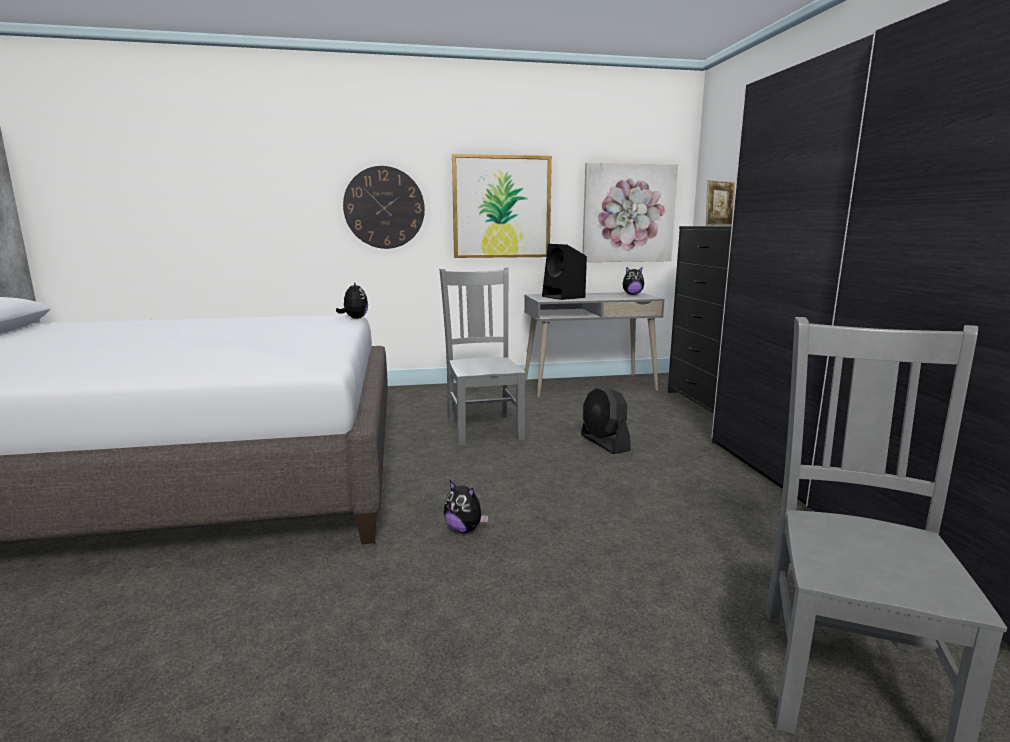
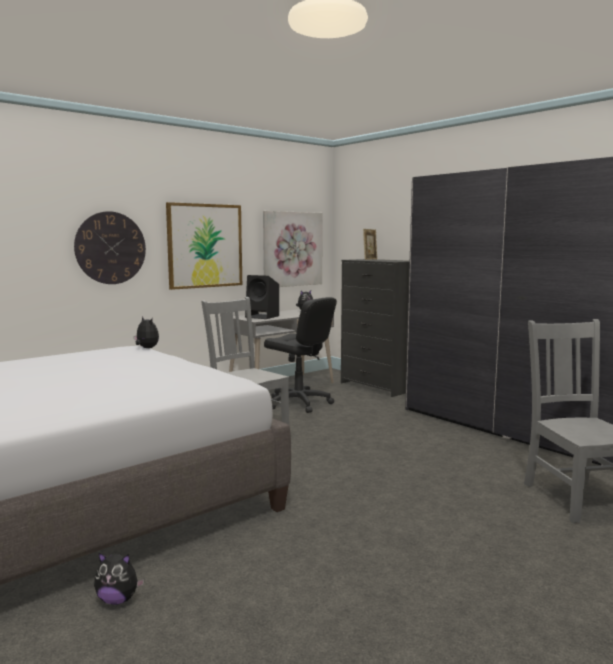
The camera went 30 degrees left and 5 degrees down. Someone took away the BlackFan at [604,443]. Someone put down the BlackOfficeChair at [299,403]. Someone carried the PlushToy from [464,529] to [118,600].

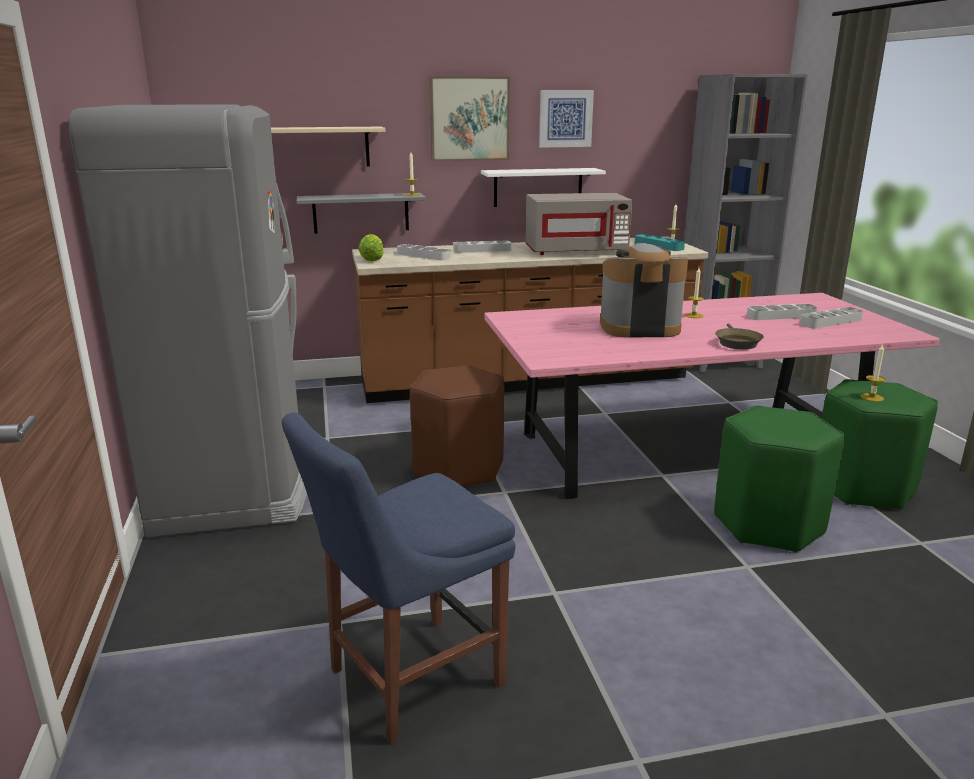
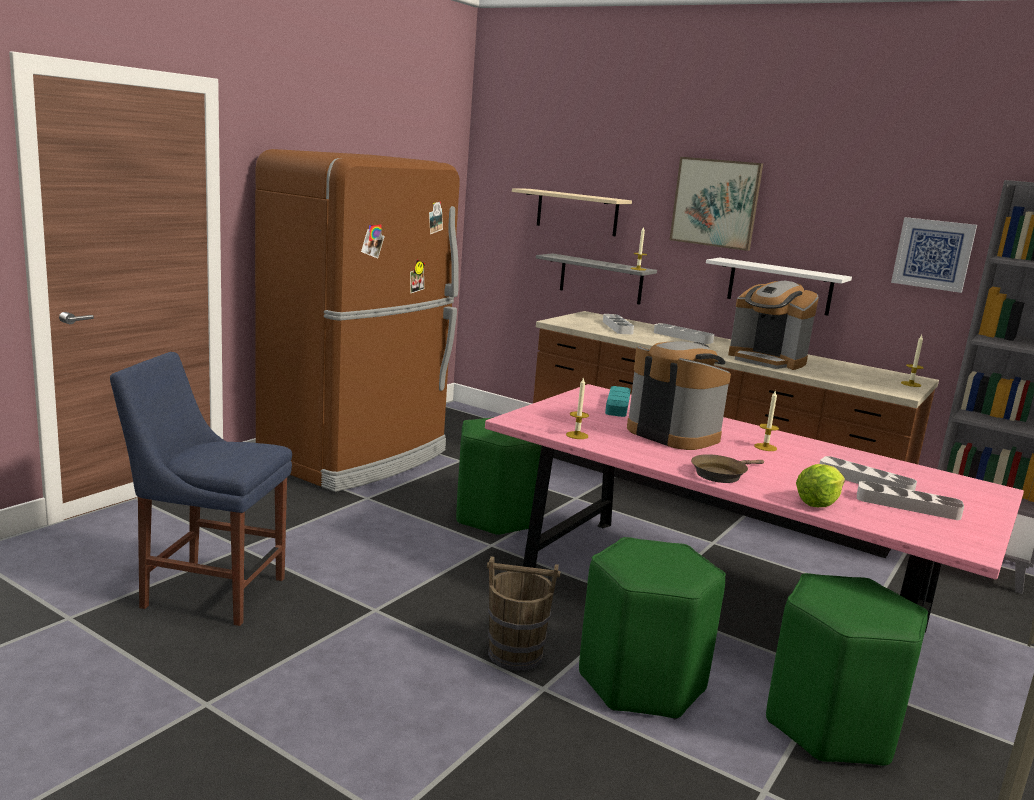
The camera went 45 degrees right and 5 degrees down. Someone put down the BrownBucket at [516,654]. Someone carried the Lettuce from [372,259] to [818,502]. Someone carried the Picture from [565,118] to [933,254]. Someone carried the TurquoiseTray from [658,246] to [617,405]. Someone carried the Candle from [872,397] to [577,435]. Someone swapped the GreyMicrowave at [576,251] for the CoffeeMachine at [767,360]. Someone repainted the GreyFridge at [236,480], which became the BrownFridge at [358,457]. Someone repainted the BrownStool at [458,468], which became the GreenStool at [497,517].

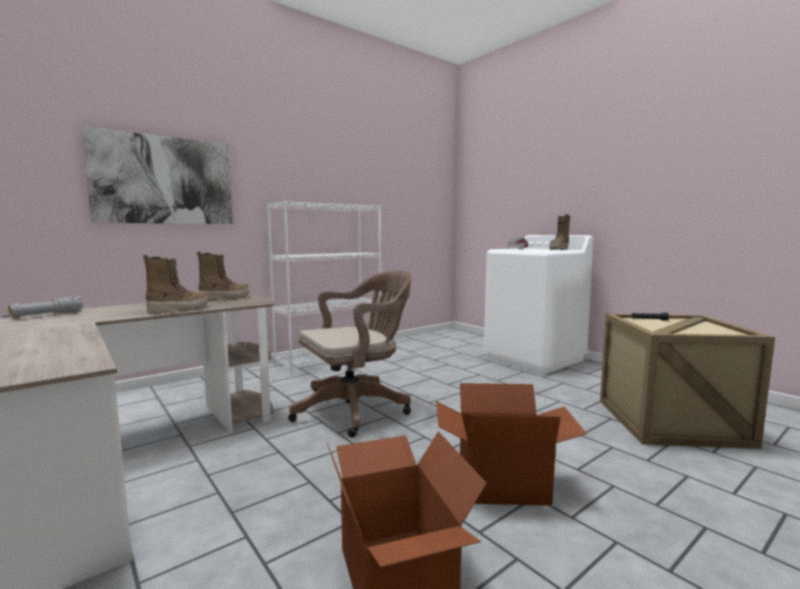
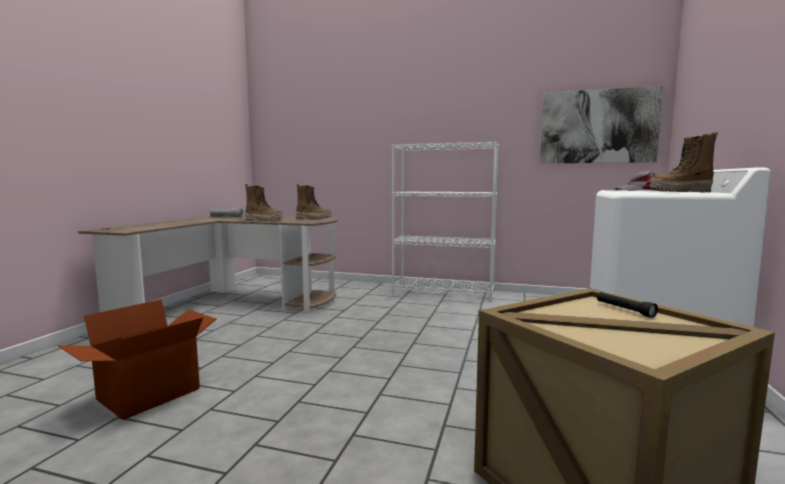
The camera went 55 degrees right and 0 degrees up. Someone took away the BrownOfficeChair at [356,409]. Someone took away the CardboardBox at [502,483]. Someone carried the Picture from [164,180] to [598,126].

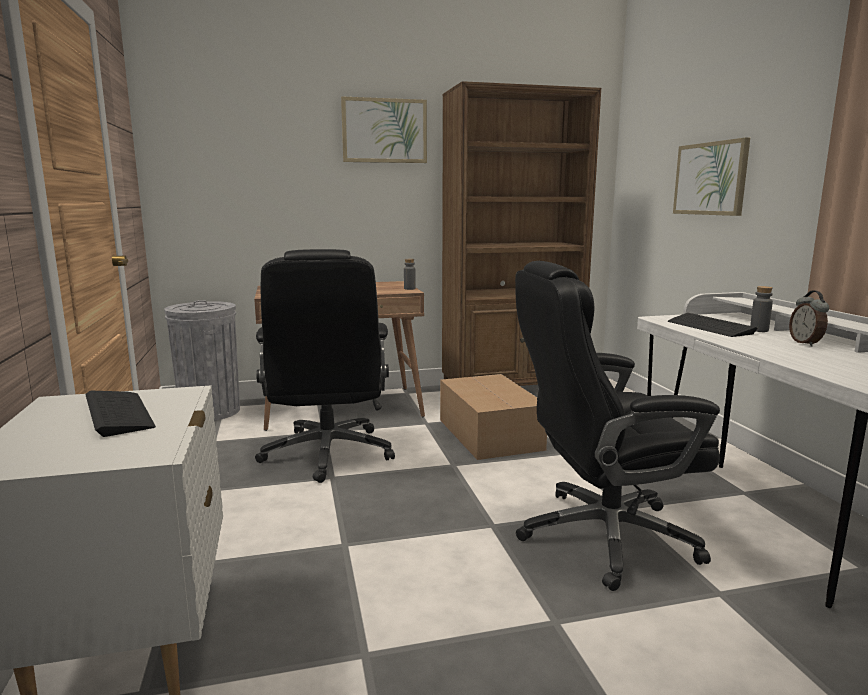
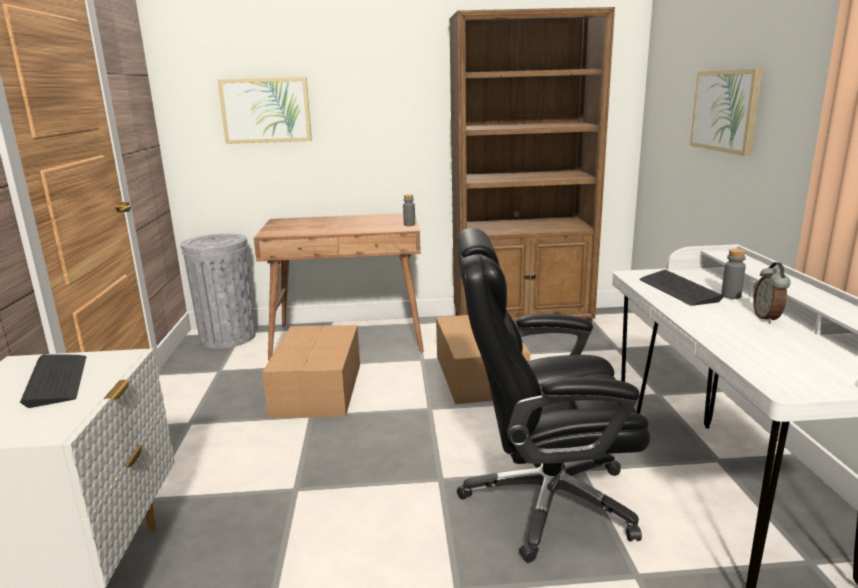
The camera went 10 degrees right and 5 degrees up. Someone carried the Picture from [384,131] to [266,110]. Someone swapped the BlackOfficeChair at [328,454] for the CardboardBox at [316,390].

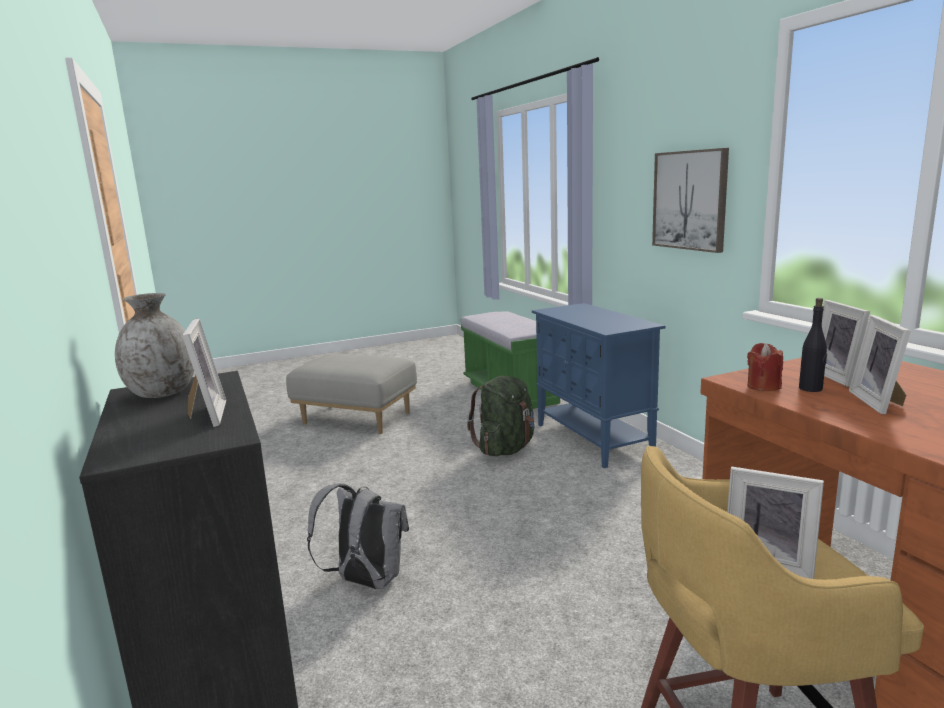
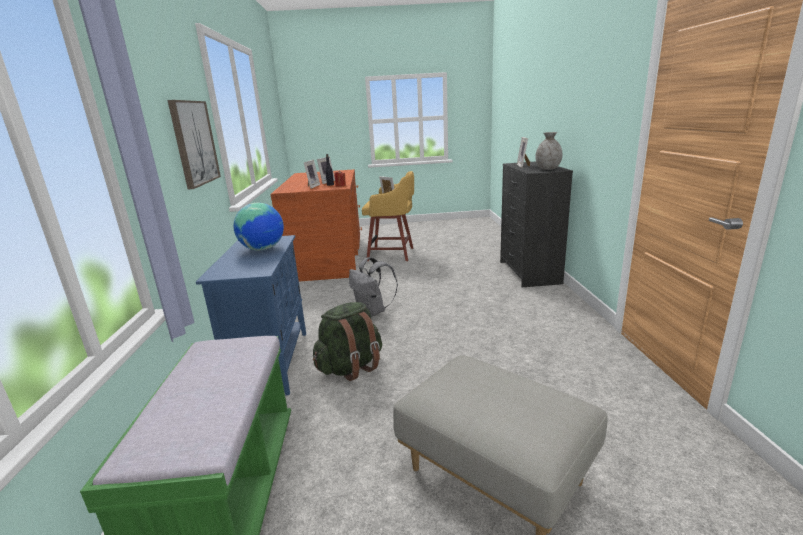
The camera went 160 degrees left and 5 degrees up. Someone put down the Globe at [263,249]. Someone carried the GreyBackpack from [365,581] to [373,312].

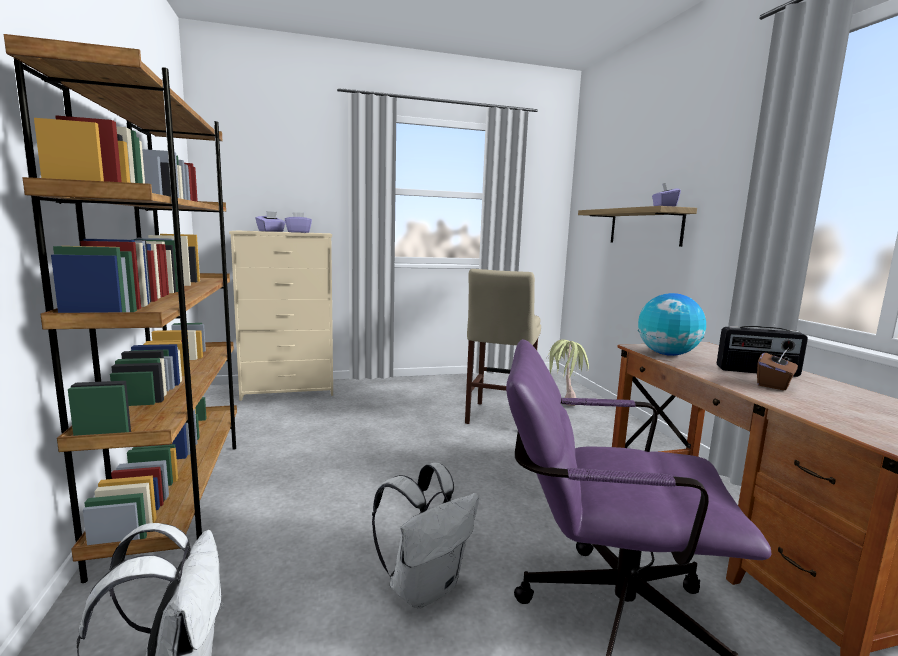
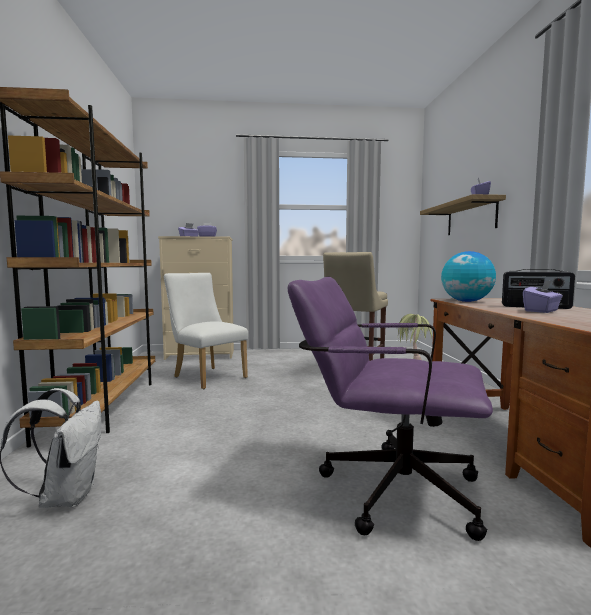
The camera went 10 degrees right and 5 degrees down. Someone took away the WhiteBackpack at [424,586]. Someone put down the WhiteChair at [206,376]. Someone repainted the BrownTissueBox at [774,384], which became the PurpleTissueBox at [542,311].

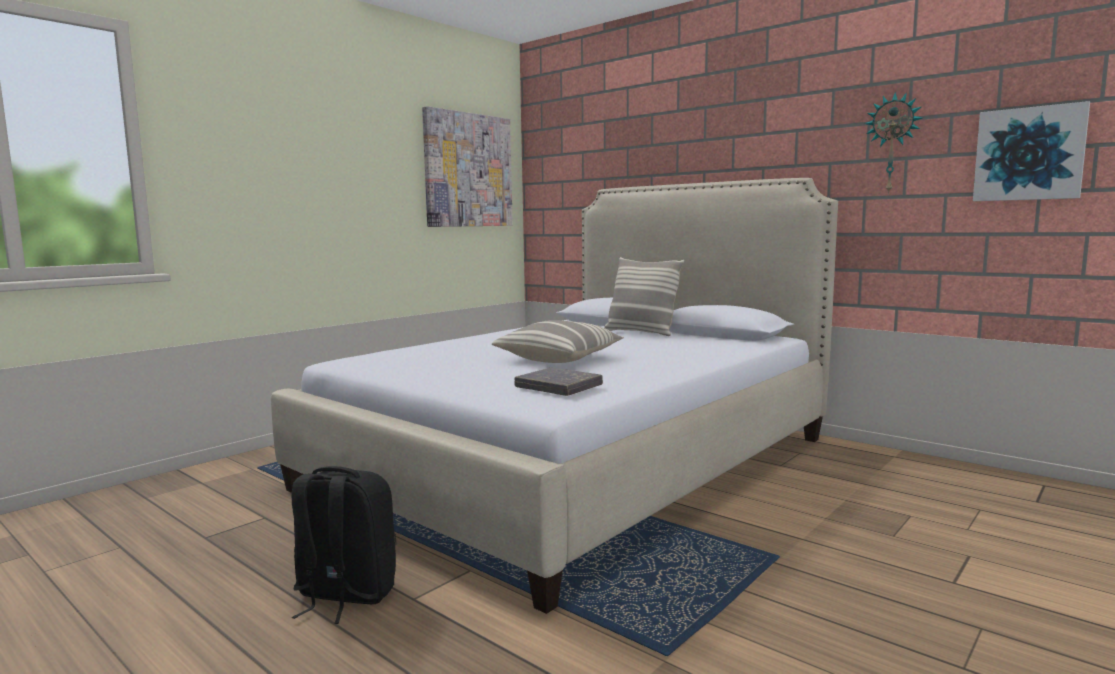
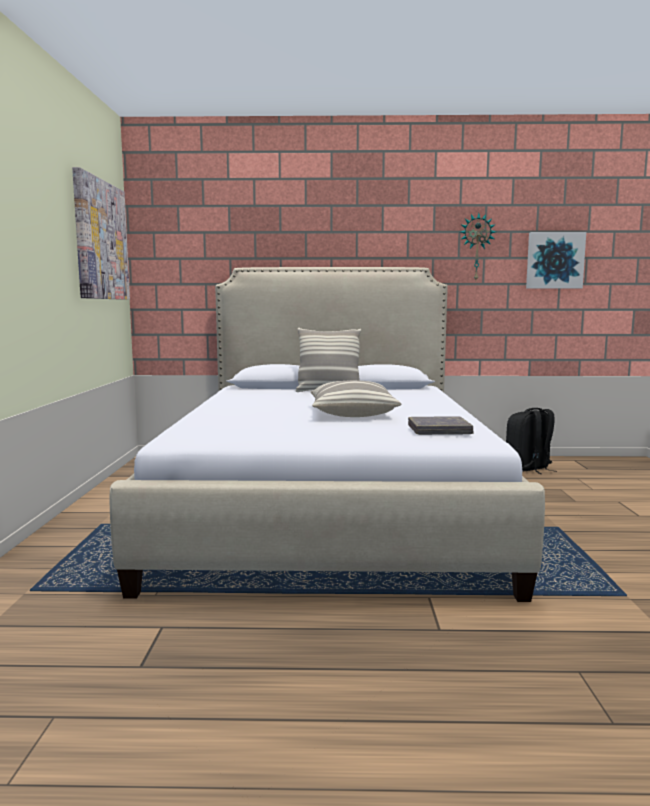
The camera went 40 degrees left and 0 degrees up. Someone carried the BlackBackpack from [344,595] to [528,469].

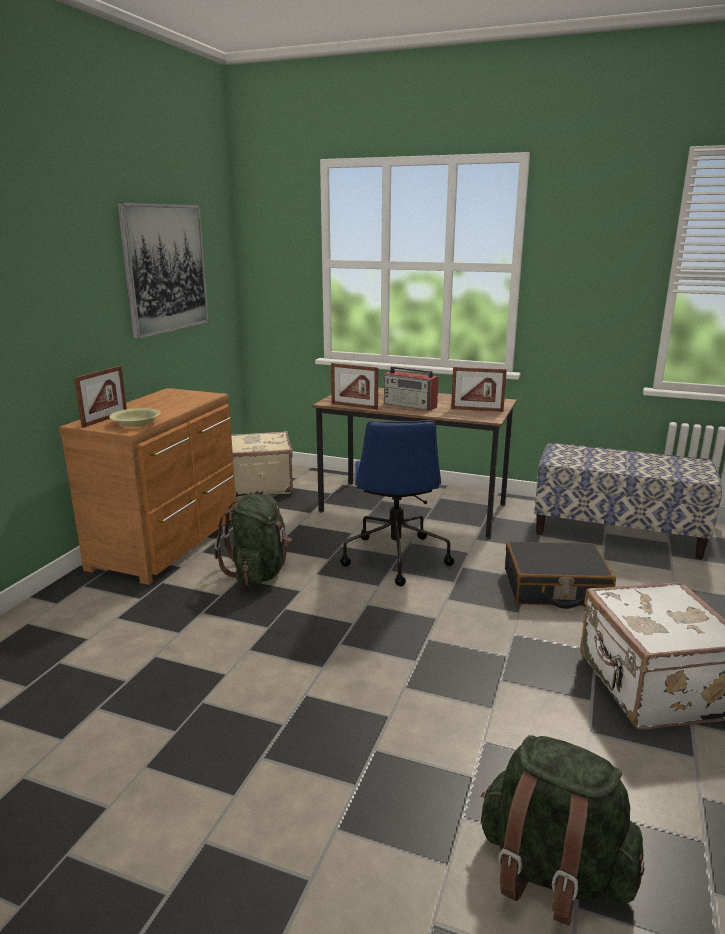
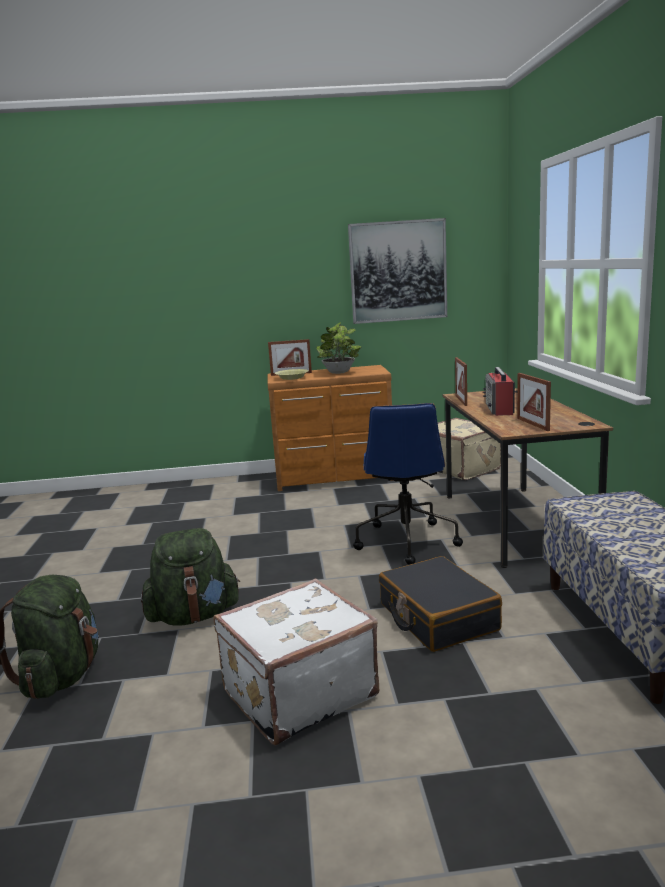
The camera went 65 degrees right and 5 degrees down. Someone put down the PottedPlant at [339,373]. Someone carried the GreenBackpack from [259,573] to [194,616]. Someone rotated the BlueOfficeChair at [395,557] by 60 degrees counterclockwise.

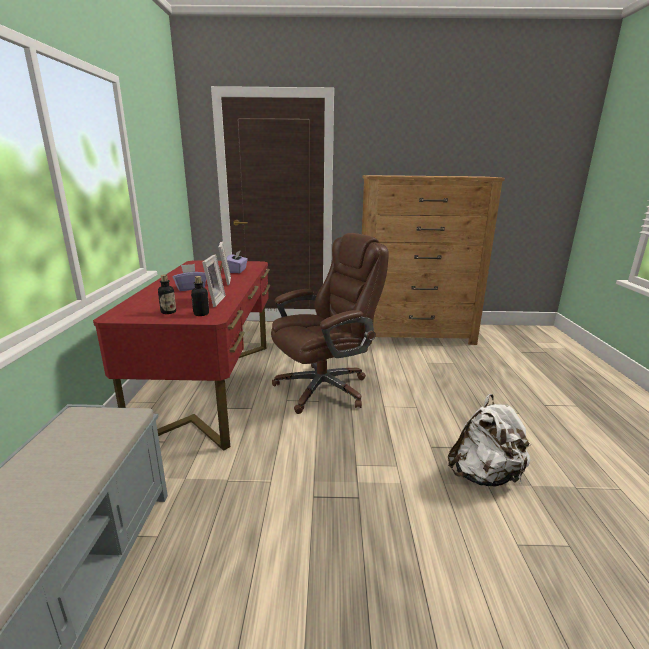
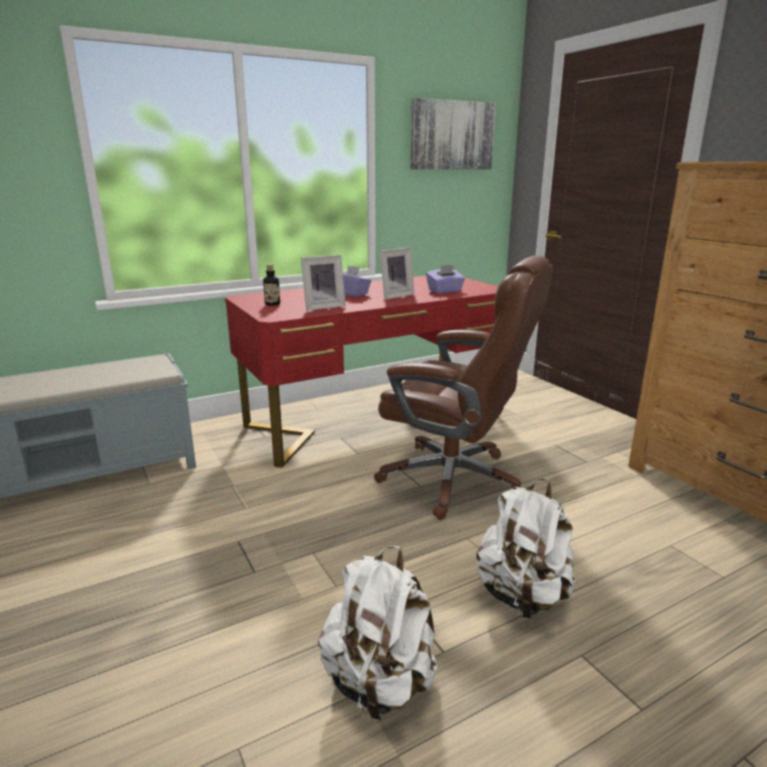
The camera went 60 degrees right and 0 degrees up. Someone took away the Bottle at [201,314]. Someone put up the Picture at [452,135]. Someone put down the WhiteBackpack at [523,596].

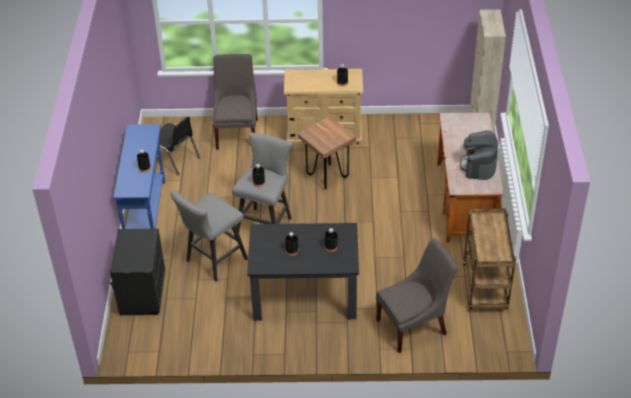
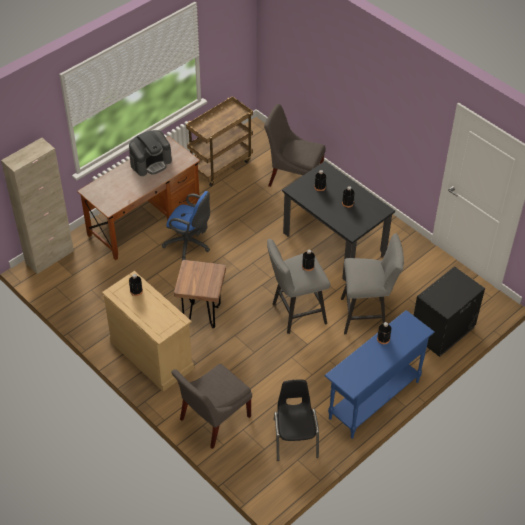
The camera went 135 degrees left and 5 degrees up. Someone put down the BlueOfficeChair at [189,244].

